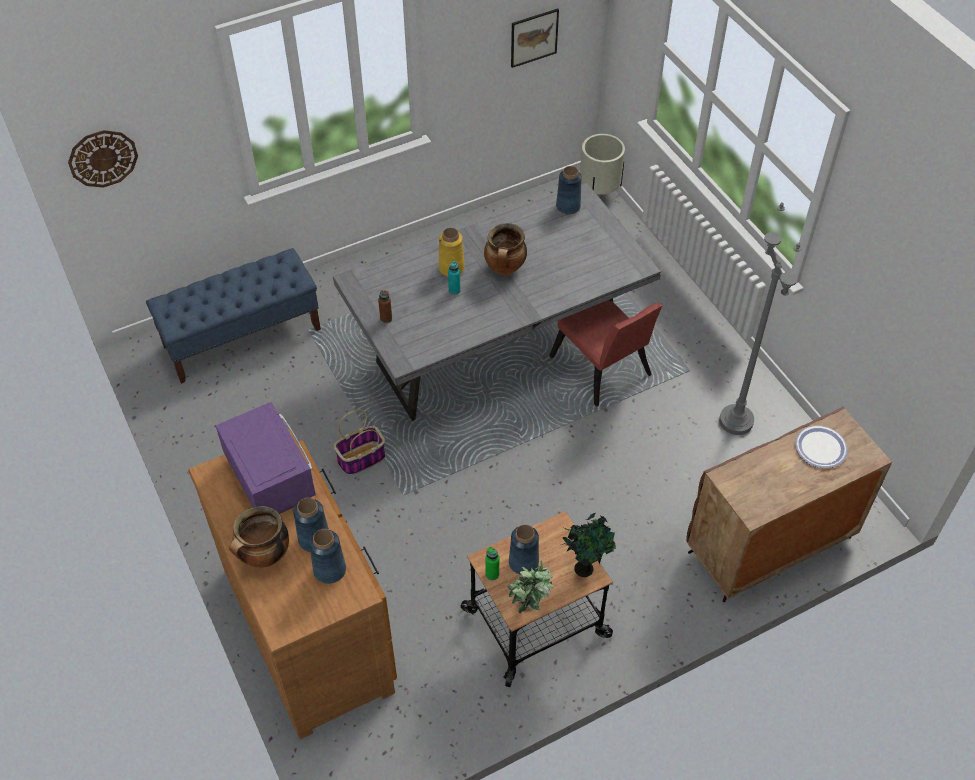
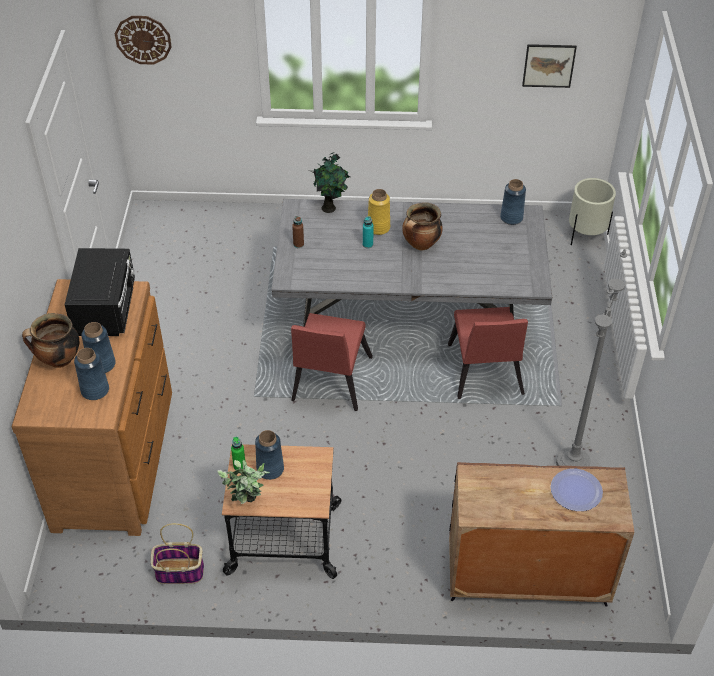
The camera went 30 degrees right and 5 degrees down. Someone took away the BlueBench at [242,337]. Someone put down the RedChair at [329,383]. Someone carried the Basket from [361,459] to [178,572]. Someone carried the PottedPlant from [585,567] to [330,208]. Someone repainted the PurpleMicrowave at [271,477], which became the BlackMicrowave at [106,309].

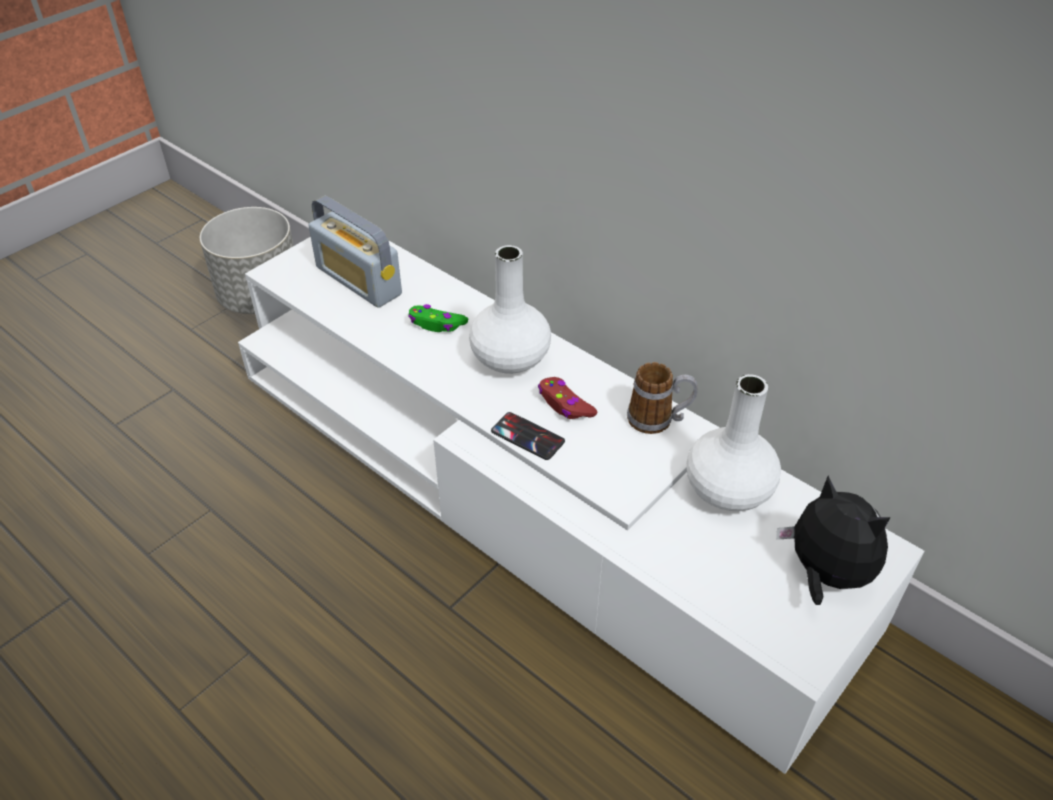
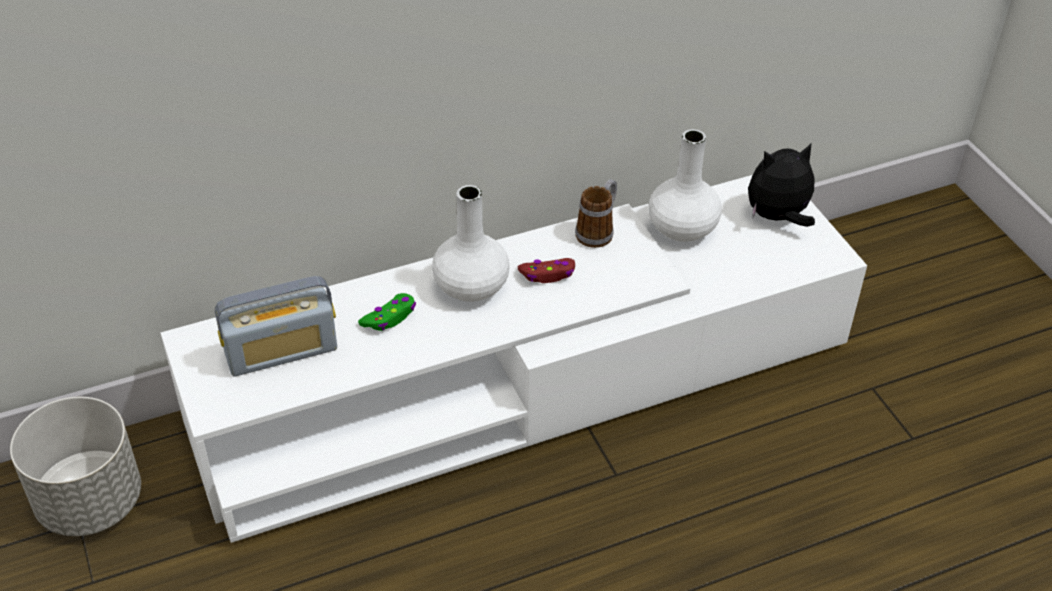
The camera went 65 degrees left and 0 degrees up. Someone took away the Phone at [527,436].

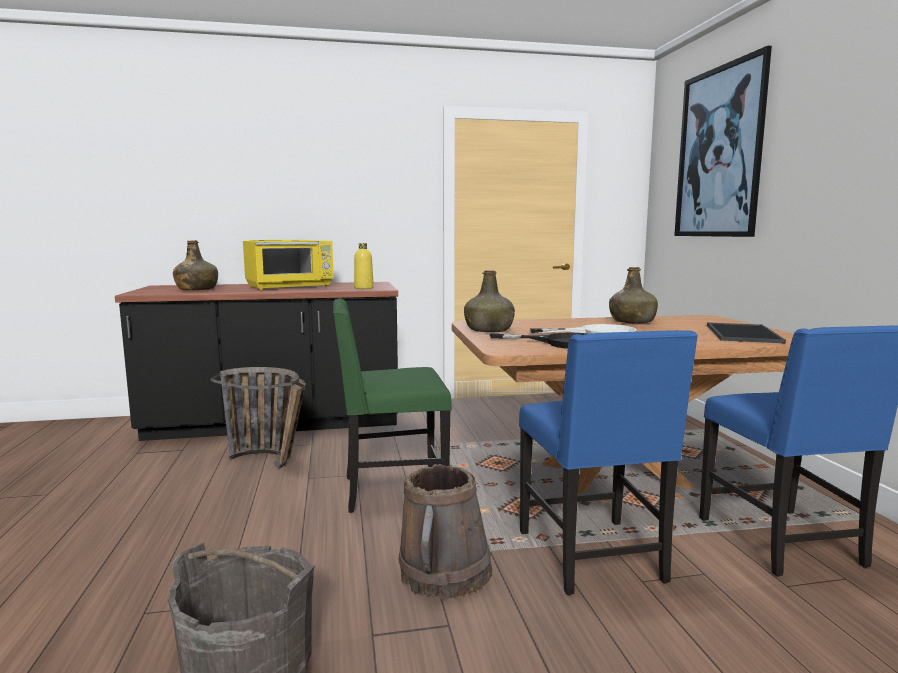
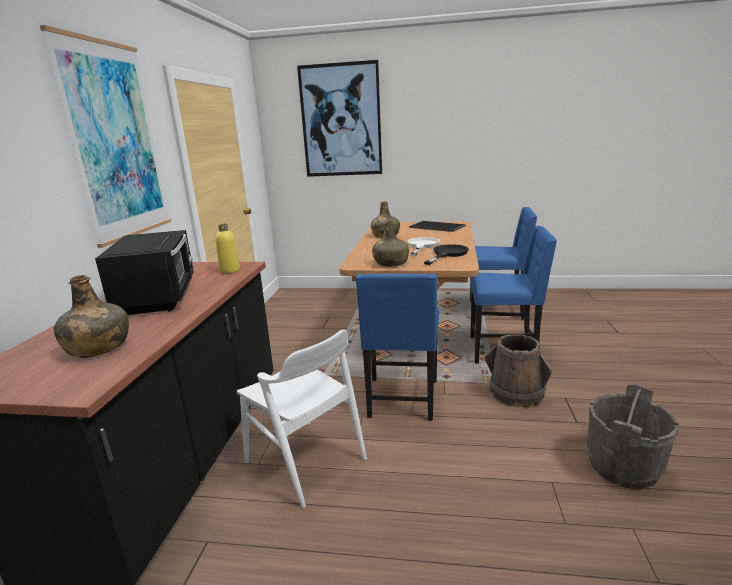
The camera went 70 degrees left and 10 degrees up. Someone put up the Picture at [116,142]. Someone swapped the Basket at [272,463] for the WhiteChair at [305,461]. Someone repainted the YellowMicrowave at [291,286], which became the BlackMicrowave at [159,297]. Someone repainted the GreenChair at [391,491], which became the BlueChair at [402,399].

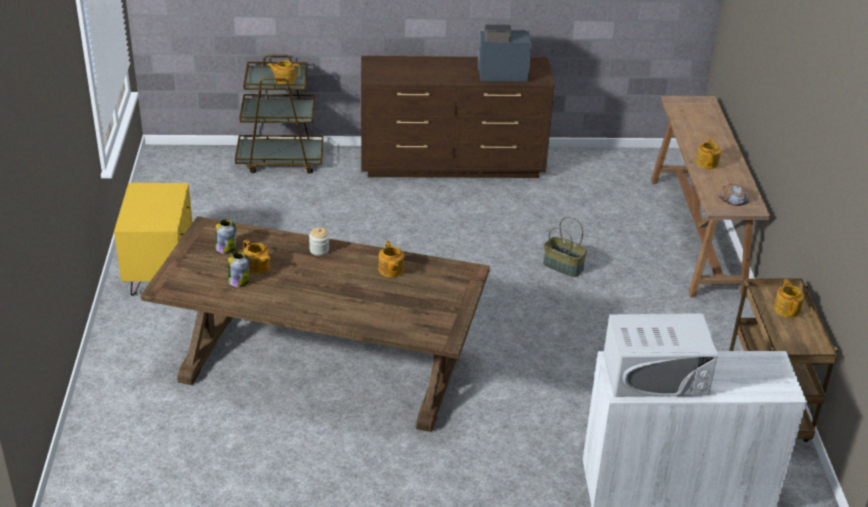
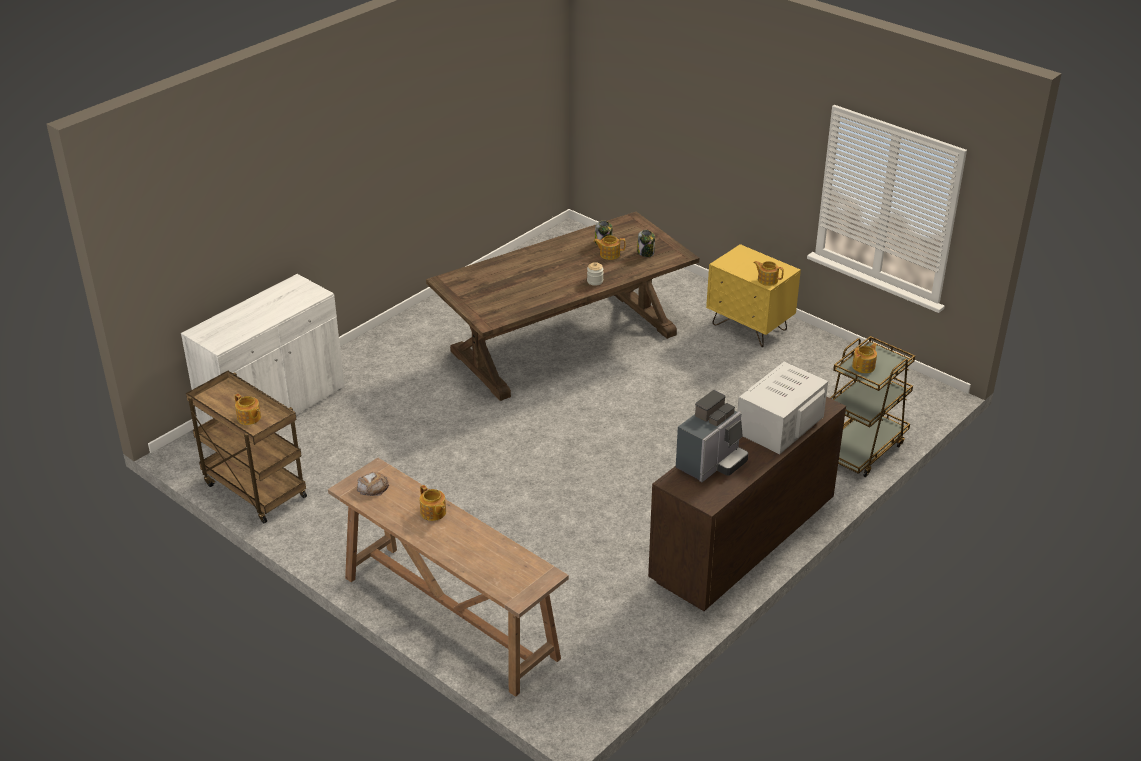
The camera went 135 degrees right and 0 degrees up. Someone took away the Basket at [564,266]. Someone carried the Teapot from [390,270] to [767,280]. Someone carried the WhiteMicrowave from [655,375] to [779,425].

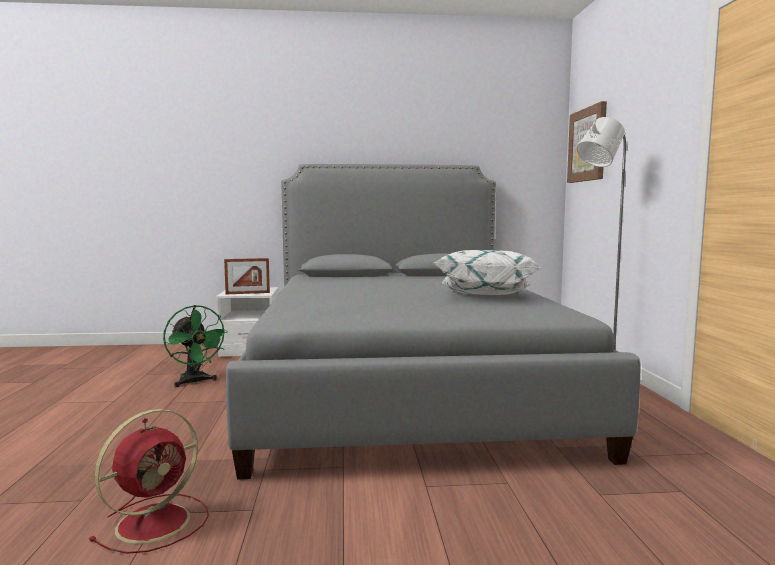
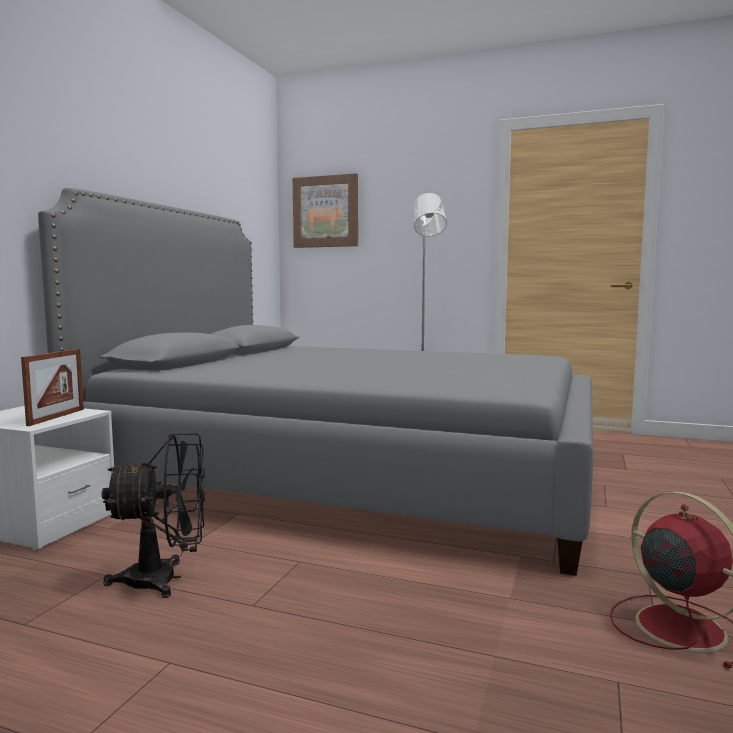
The camera went 65 degrees left and 0 degrees up. Someone took away the WhitePillow at [485,296]. Someone repainted the GreenFan at [195,382], which became the BlackFan at [165,579].

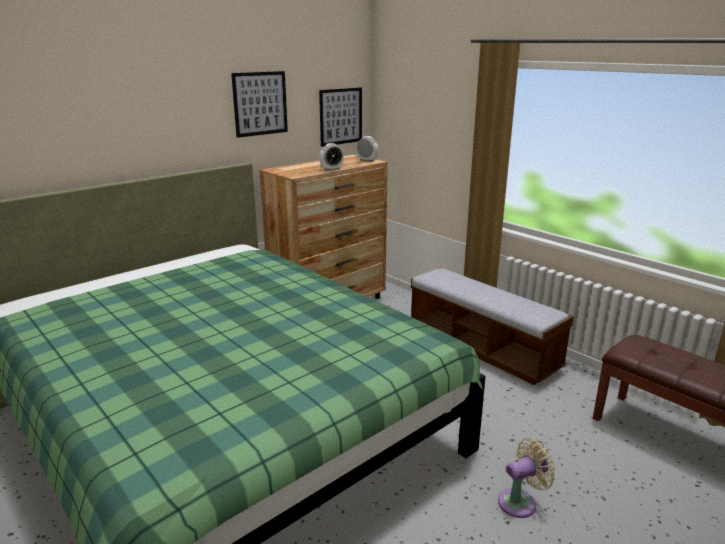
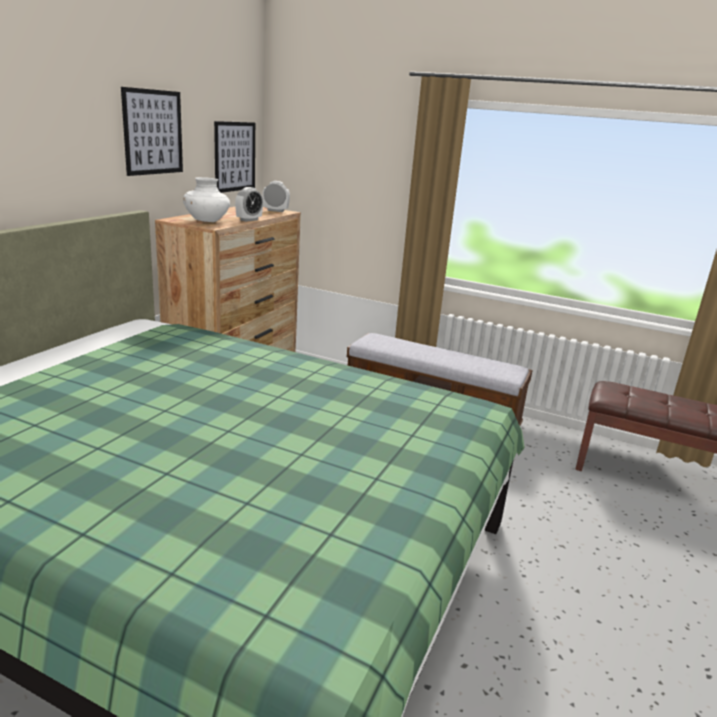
The camera went 25 degrees left and 0 degrees up. Someone took away the BeigeFan at [520,502]. Someone put down the WhiteVase at [207,221].

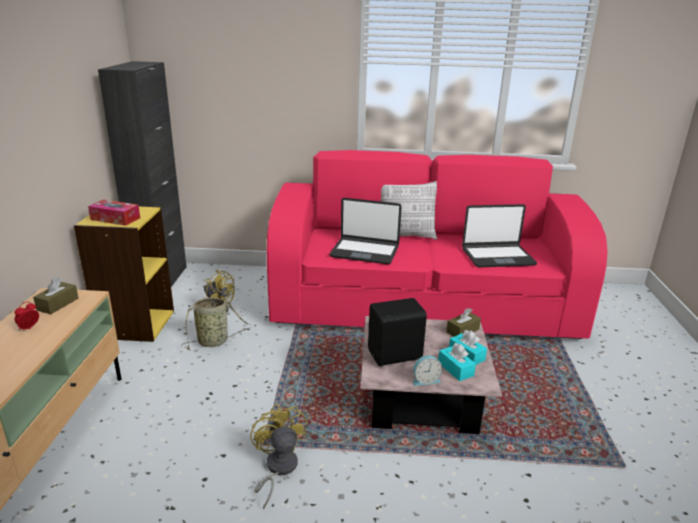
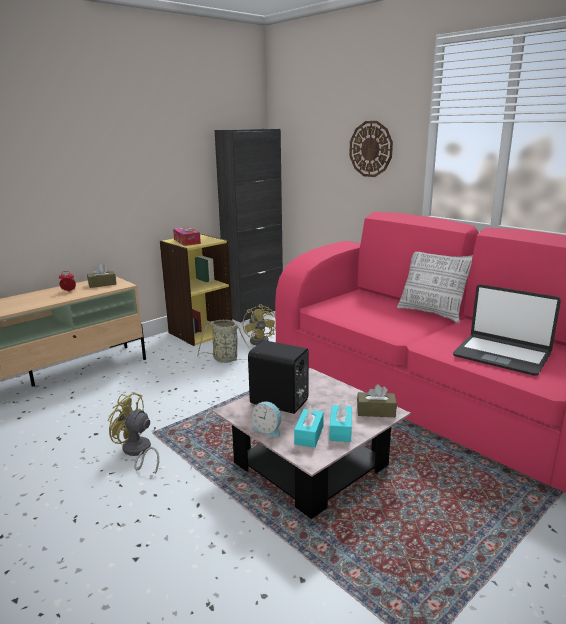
The camera went 45 degrees right and 5 degrees down. Someone took away the Laptop at [365,251]. Someone put up the WallClock at [371,149]. Someone rotated the YellowFan at [277,469] by 90 degrees counterclockwise.

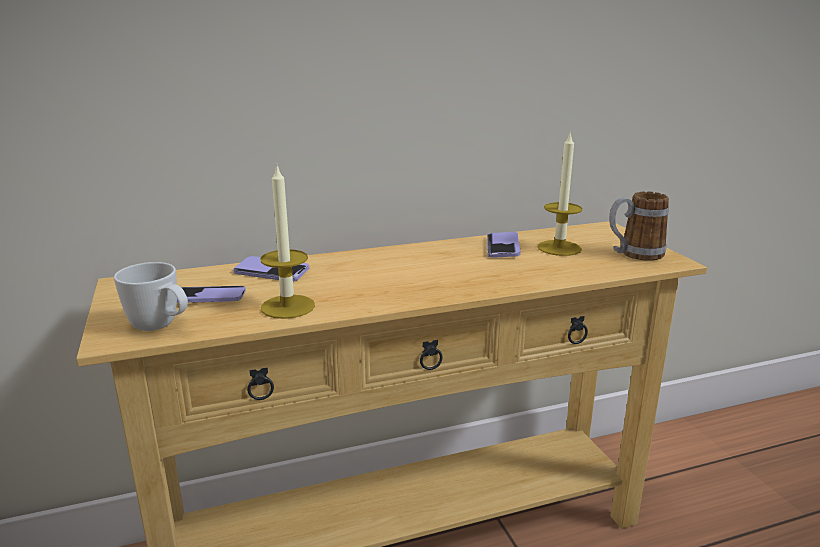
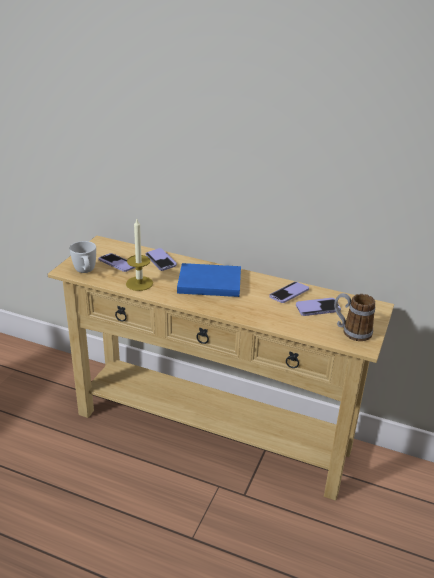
The camera went 40 degrees right and 10 degrees up. Someone put down the BlueBook at [208,282]. Someone swapped the Candle at [559,248] for the Phone at [318,308].

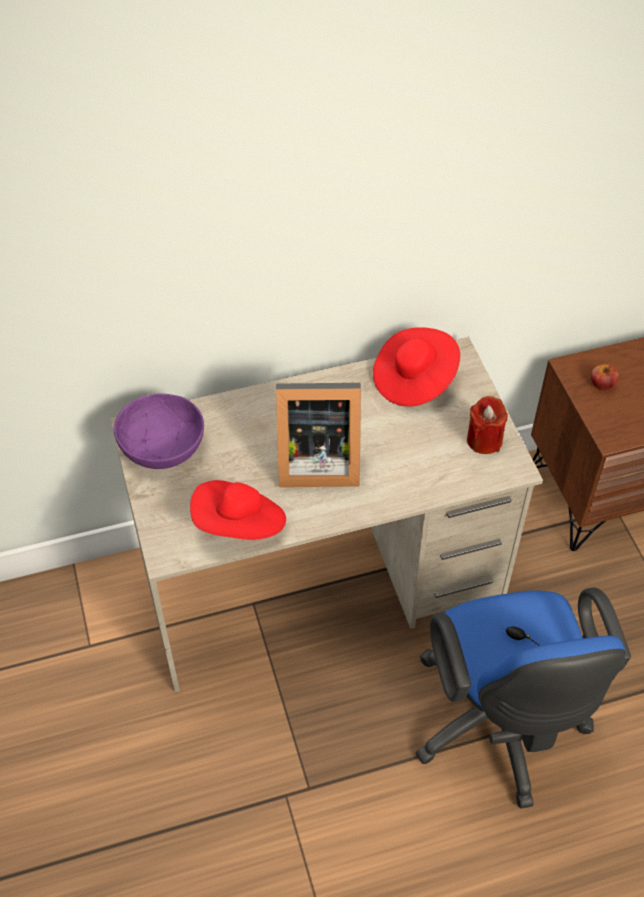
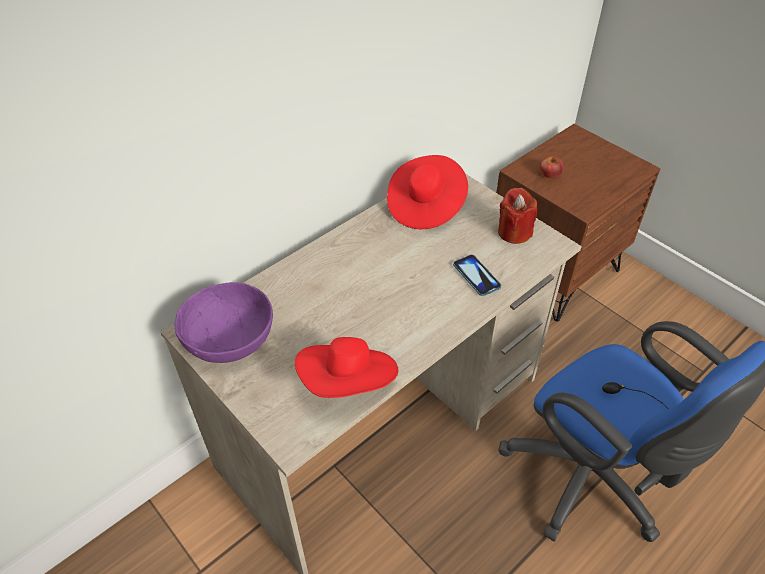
The camera went 25 degrees left and 5 degrees down. Someone took away the PictureFrame at [315,461]. Someone put down the Phone at [476,276].

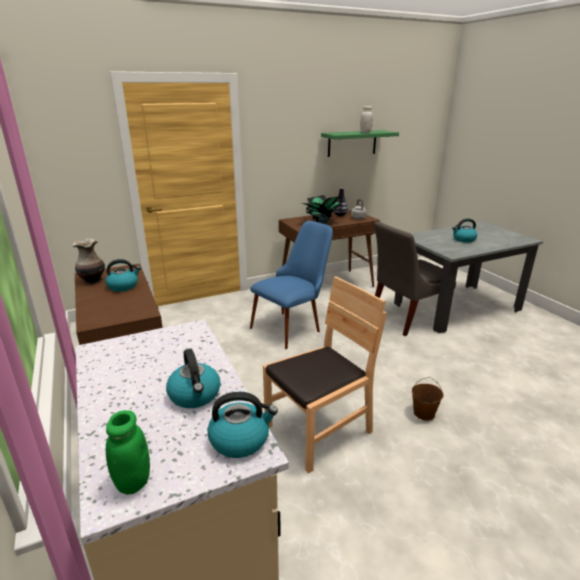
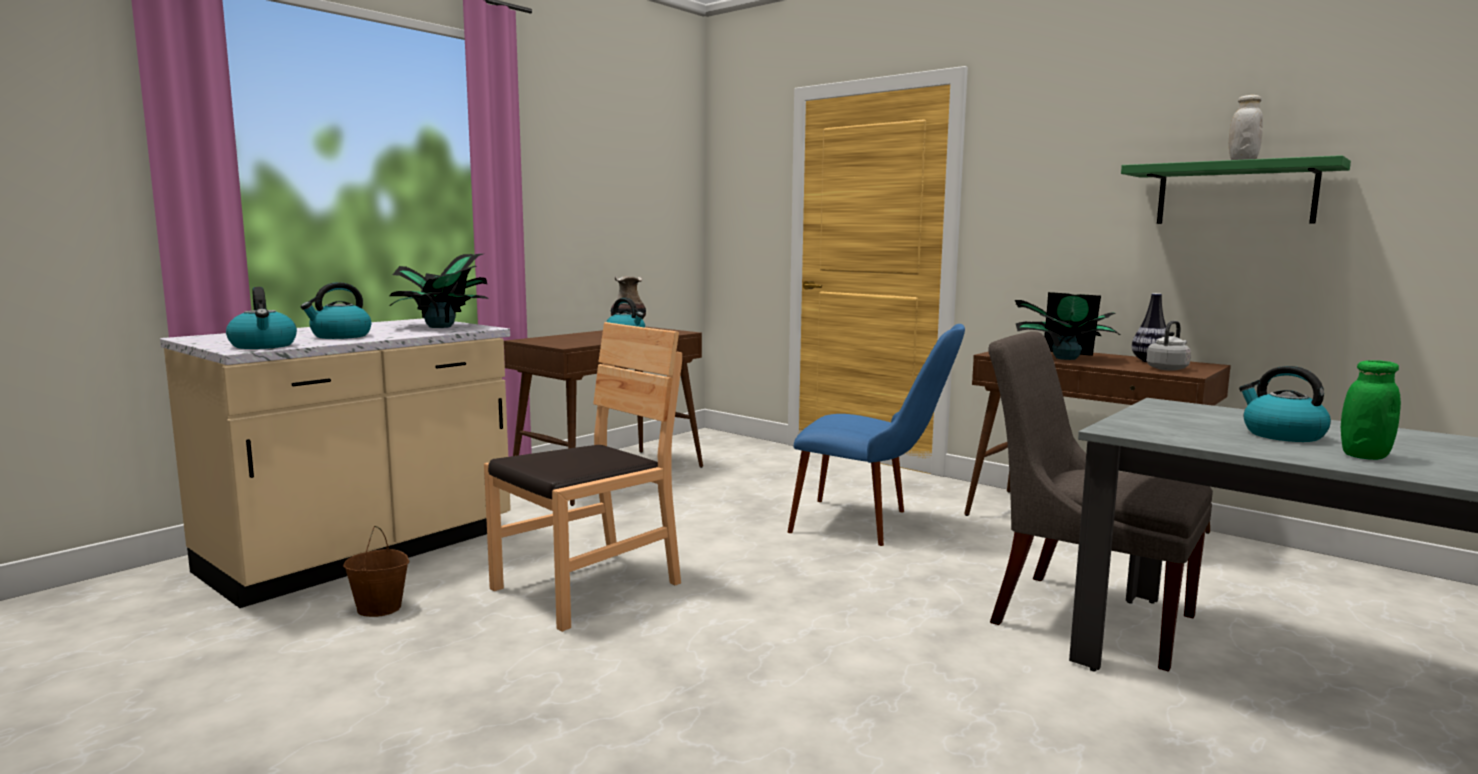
The camera went 65 degrees right and 15 degrees down. Someone put down the PottedPlant at [440,327]. Someone carried the GreenJar from [133,481] to [1364,456]. Someone carried the BrownBucket from [424,413] to [380,608]. Someone rotated the BrownChair at [319,430] by 75 degrees counterclockwise.

